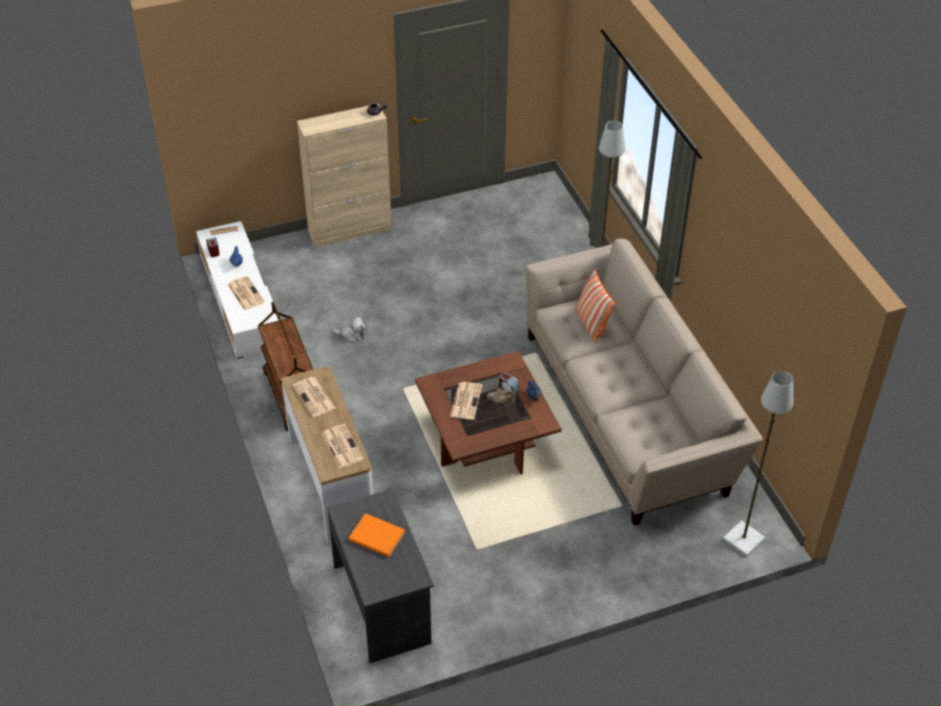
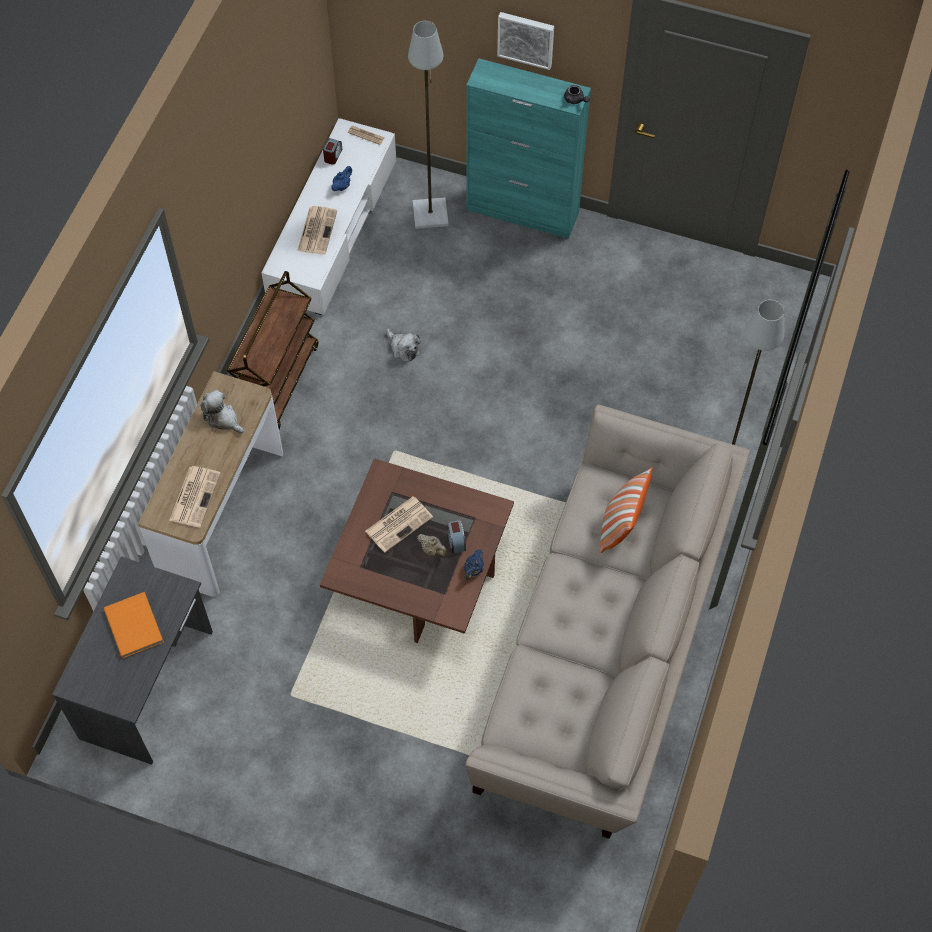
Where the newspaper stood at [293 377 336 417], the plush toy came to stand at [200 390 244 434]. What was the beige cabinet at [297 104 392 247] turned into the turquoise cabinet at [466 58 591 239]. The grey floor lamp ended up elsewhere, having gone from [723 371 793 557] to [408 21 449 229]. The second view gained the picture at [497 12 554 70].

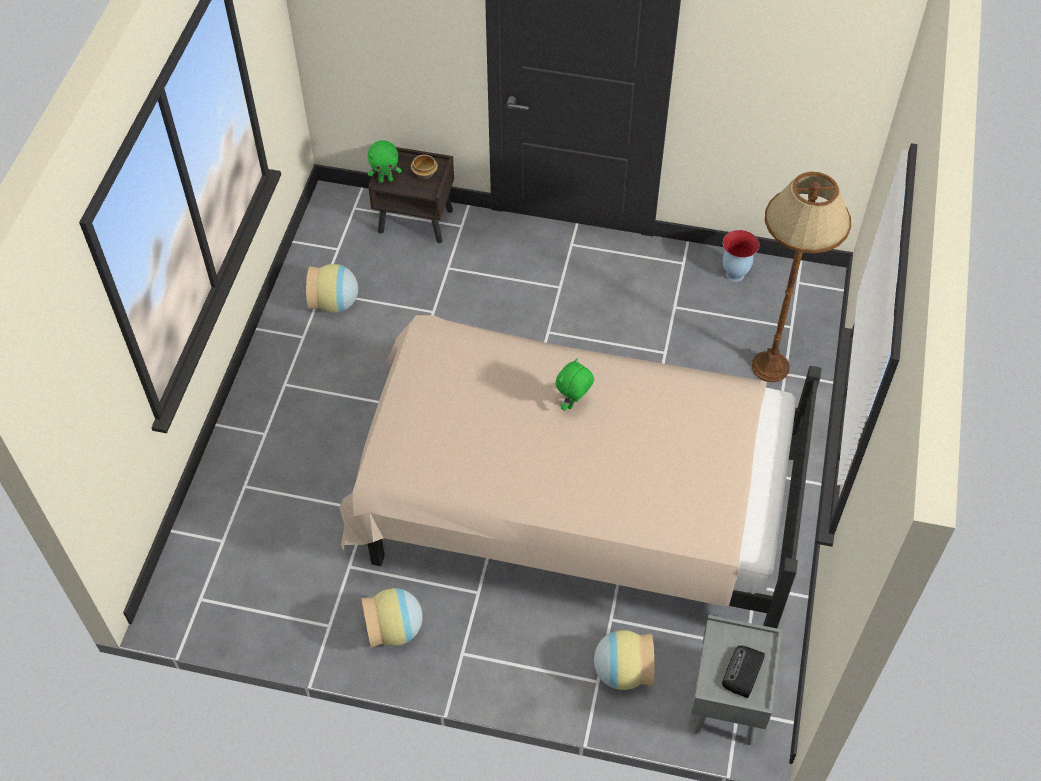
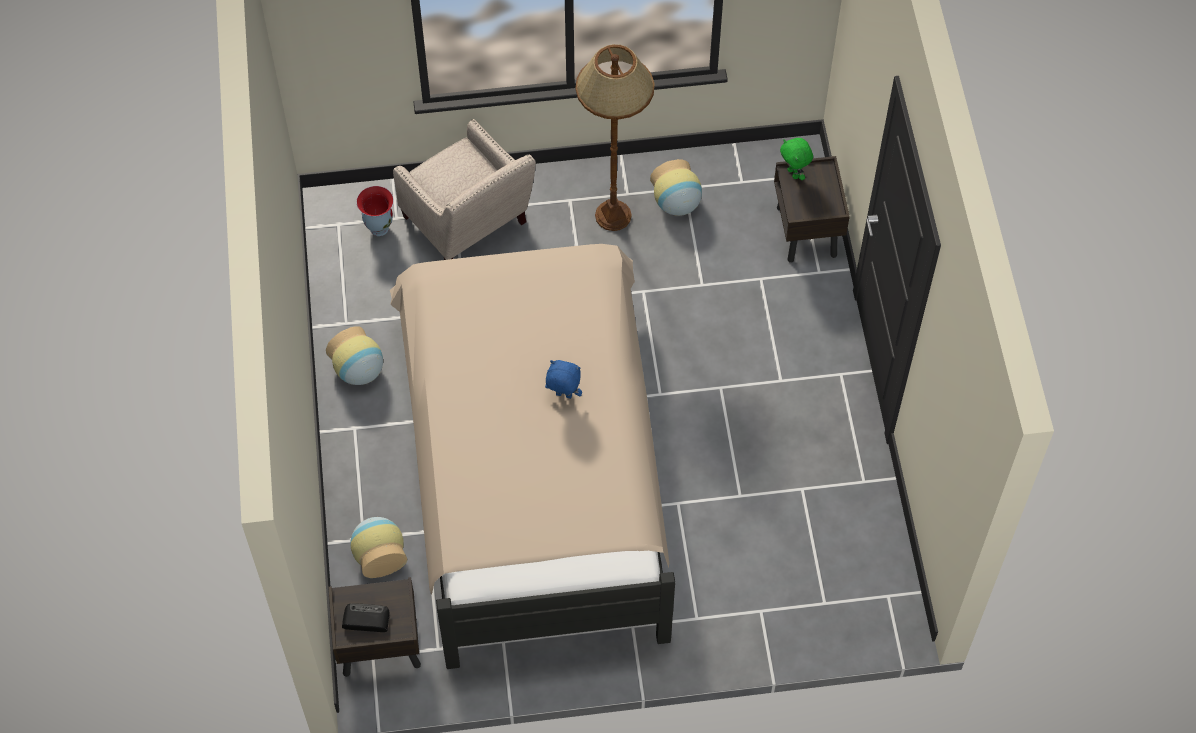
The second view lost the bowl at [411 155 438 179]. What was the green plush toy at [555 358 594 411] turned into the blue plush toy at [545 360 582 399]. What was the grey nightstand at [691 615 782 745] turned into the brown nightstand at [329 577 421 677]. The vase ended up elsewhere, having gone from [722 230 759 282] to [357 186 394 236]. The brown floor lamp ended up elsewhere, having gone from [752 172 851 382] to [576 44 655 231]. The second view gained the beige armchair at [393 119 536 260].

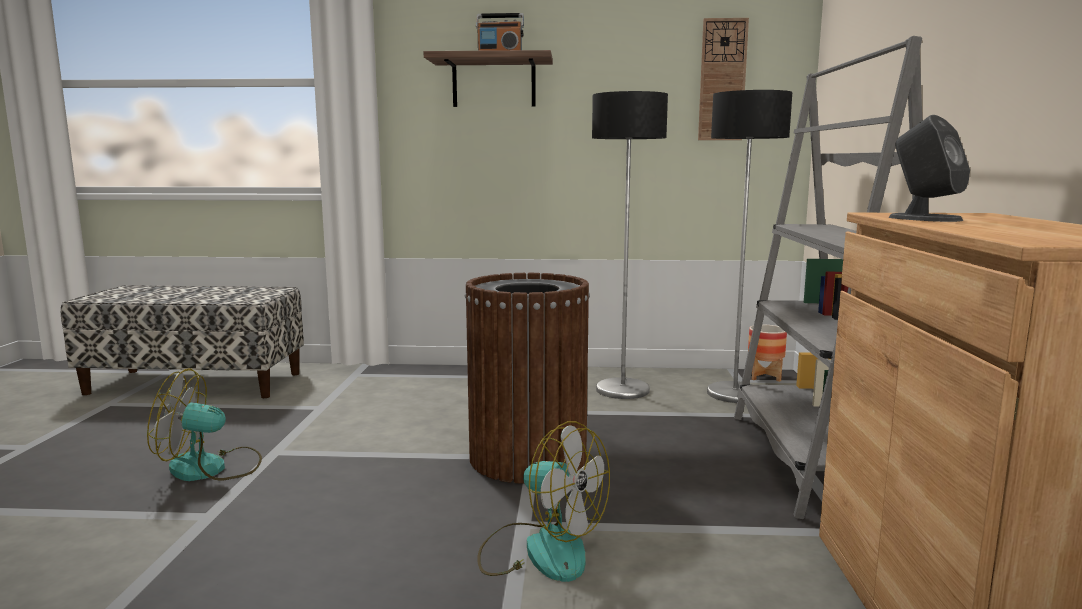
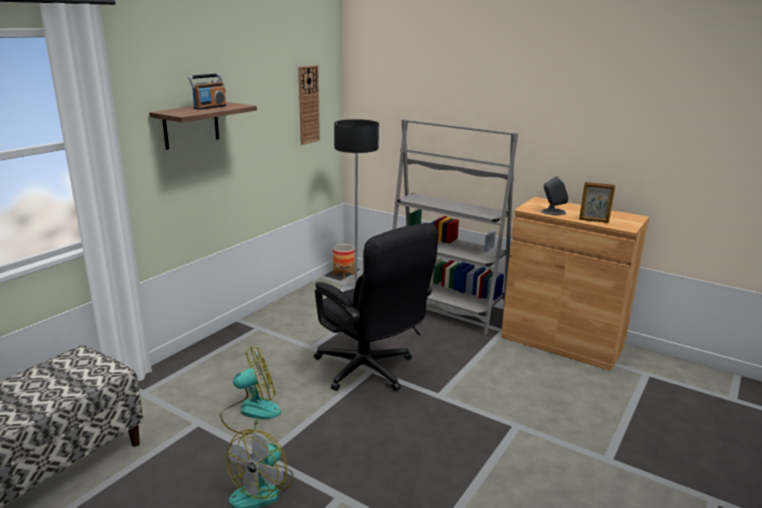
Where the brown trash can stood at [465 273 590 484], the black office chair came to stand at [314 223 438 391]. The fan ended up elsewhere, having gone from [477 421 610 582] to [220 346 281 435]. The second view lost the floor lamp at [592 91 668 399]. The second view gained the picture frame at [579 182 615 223].

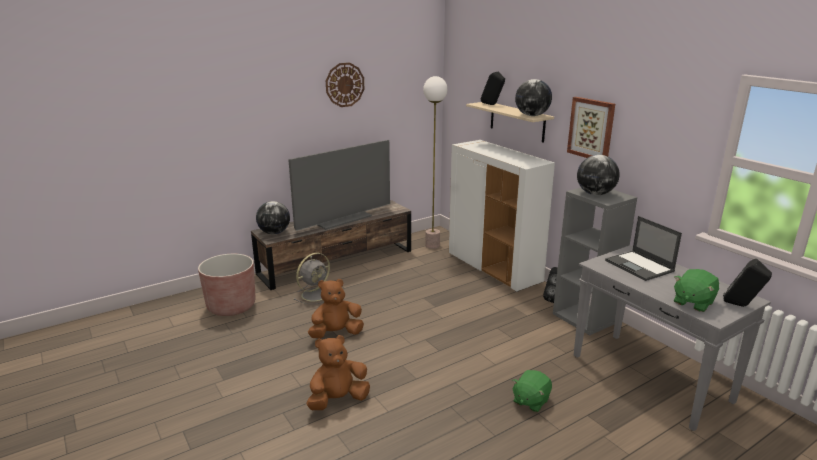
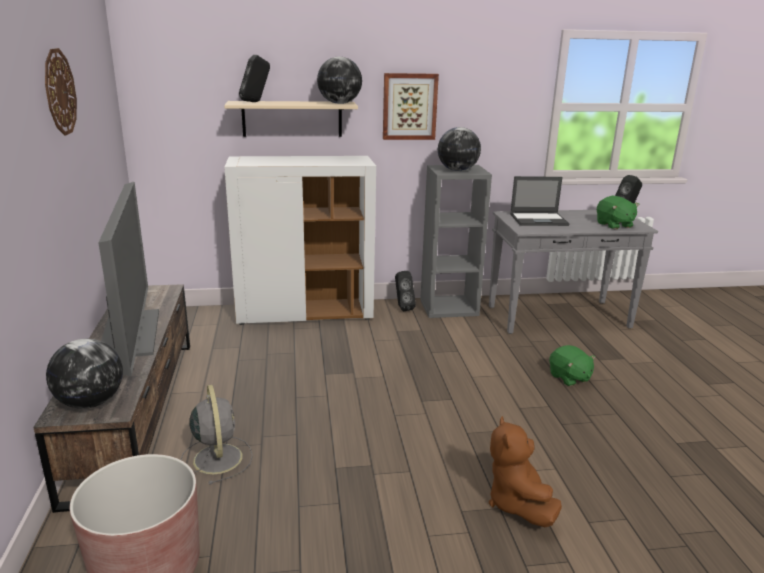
The second view lost the brown plush toy at [308 279 364 338]. The second view lost the floor lamp at [423 76 447 249].

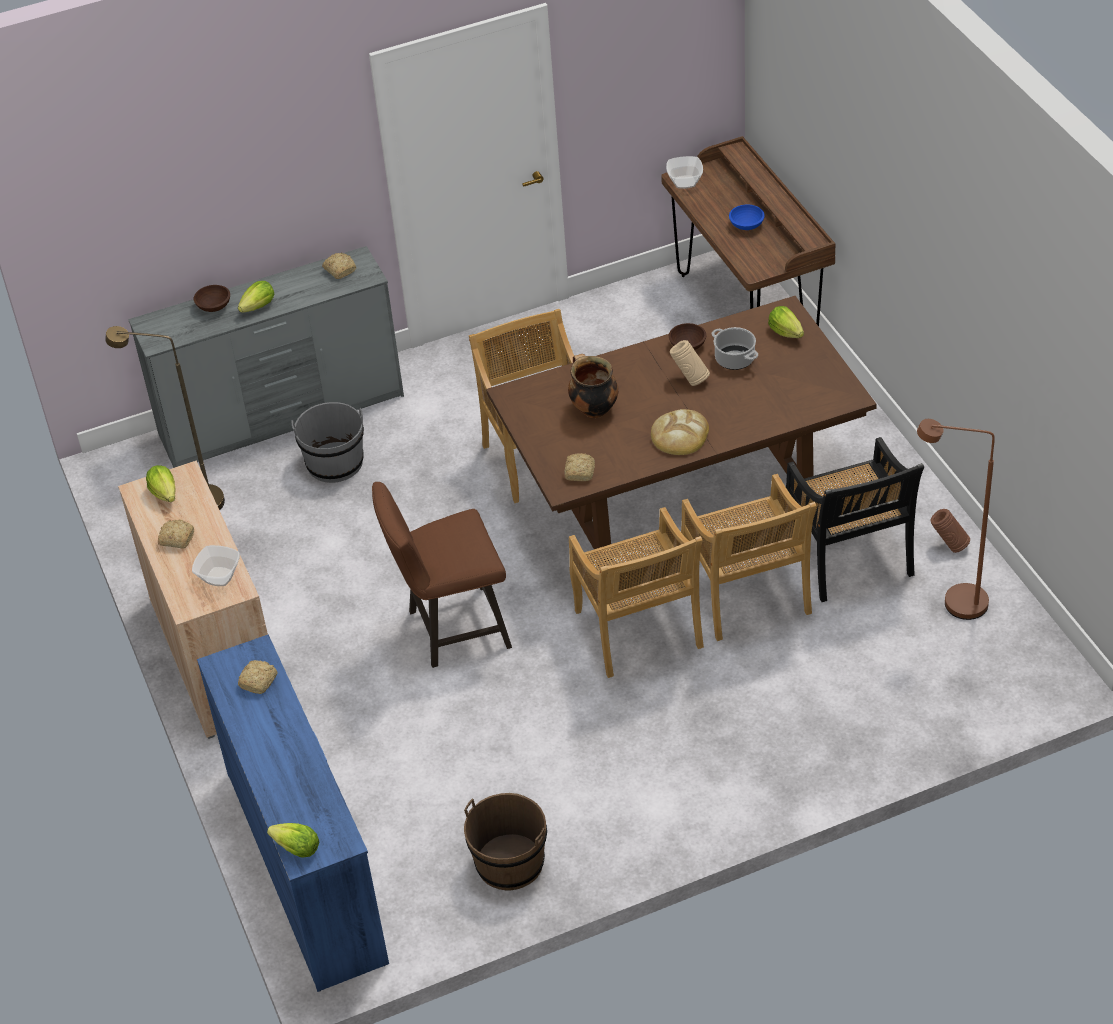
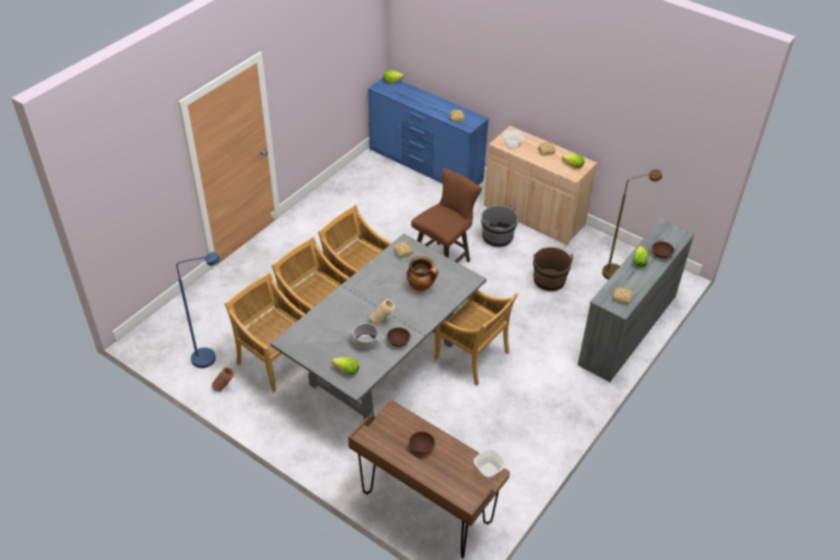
The grey bucket ended up elsewhere, having gone from [292 402 364 483] to [481 204 518 247]. The brown bucket ended up elsewhere, having gone from [464 793 547 890] to [533 247 573 292]. What was the brown dining table at [486 296 877 566] turned into the grey dining table at [270 234 487 420]. The second view lost the bread at [651 409 709 455]. What was the blue bowl at [729 205 765 230] turned into the brown bowl at [409 431 435 454]. What was the black chair at [786 437 924 602] turned into the beige chair at [224 273 305 392]. What was the brown floor lamp at [917 419 995 620] turned into the blue floor lamp at [176 252 220 368].

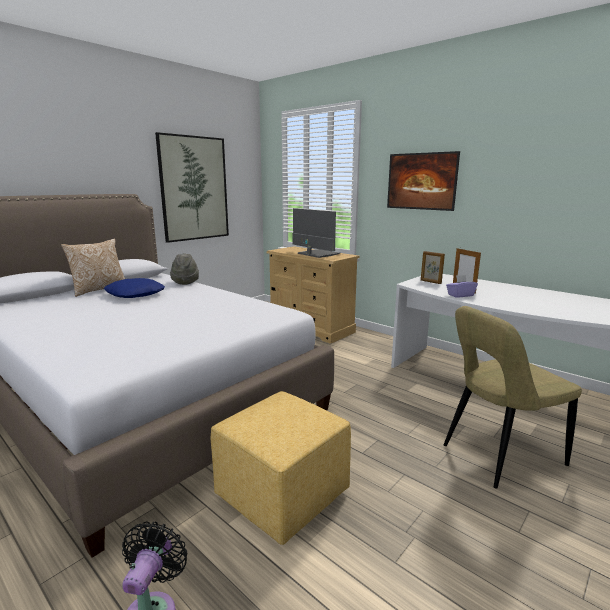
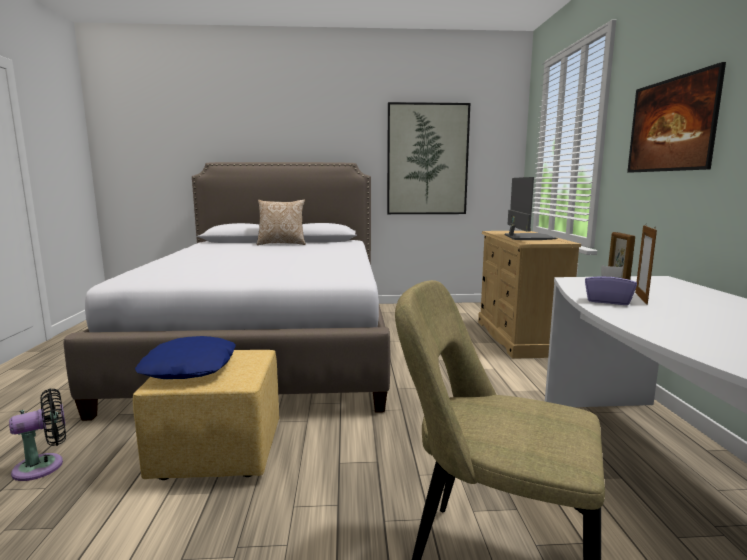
The blue pillow ended up elsewhere, having gone from [104 278 165 298] to [135 336 236 379]. The second view lost the grey hat at [170 253 199 285].

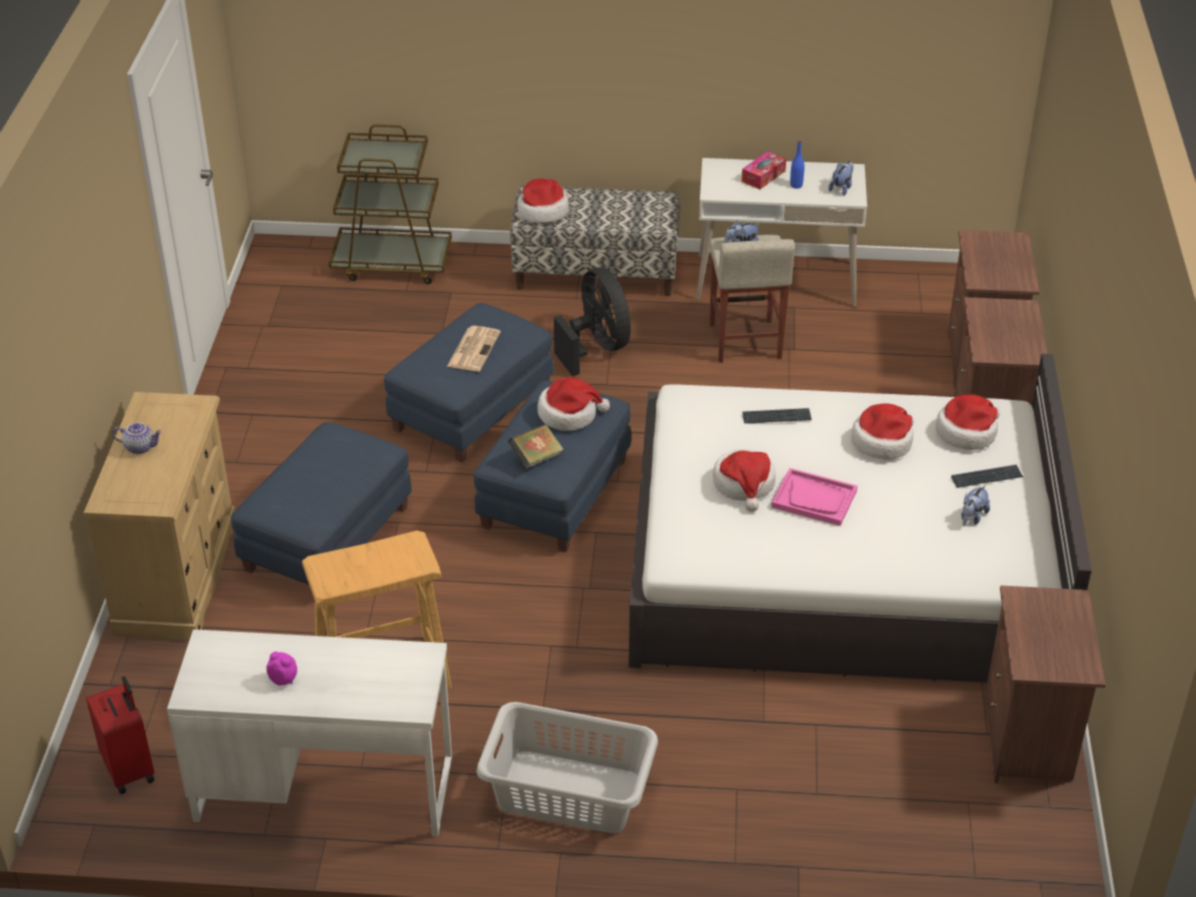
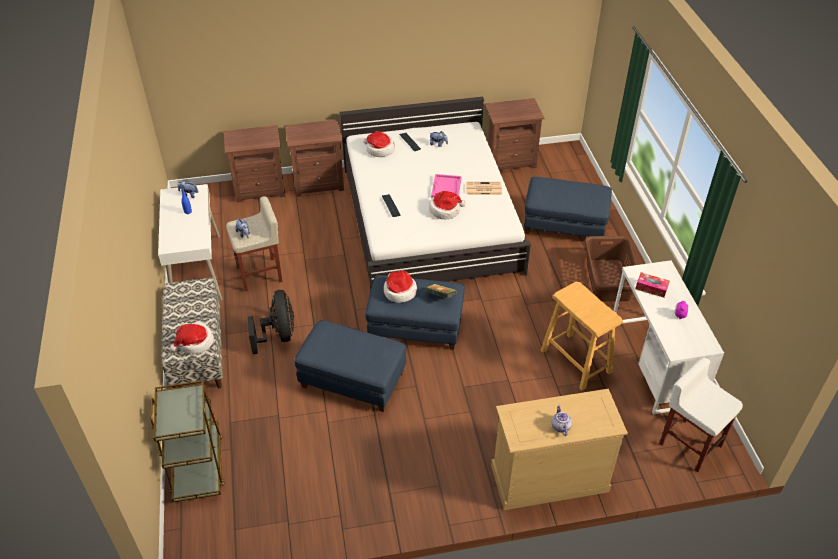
Where the red suitcase stood at [86 676 155 794], the white stool came to stand at [659 357 743 472]. The blue ottoman ended up elsewhere, having gone from [231 422 412 585] to [524 177 612 244]. The newspaper ended up elsewhere, having gone from [447 326 501 371] to [466 182 502 195]. What was the grey laundry basket at [477 702 658 833] turned into the brown laundry basket at [584 236 637 301]. The black fan at [554 267 631 376] ended up facing another way, 120 degrees clockwise from before. The tissue box ended up elsewhere, having gone from [742 151 786 189] to [635 272 670 298]. The second view lost the hat at [851 403 914 459].

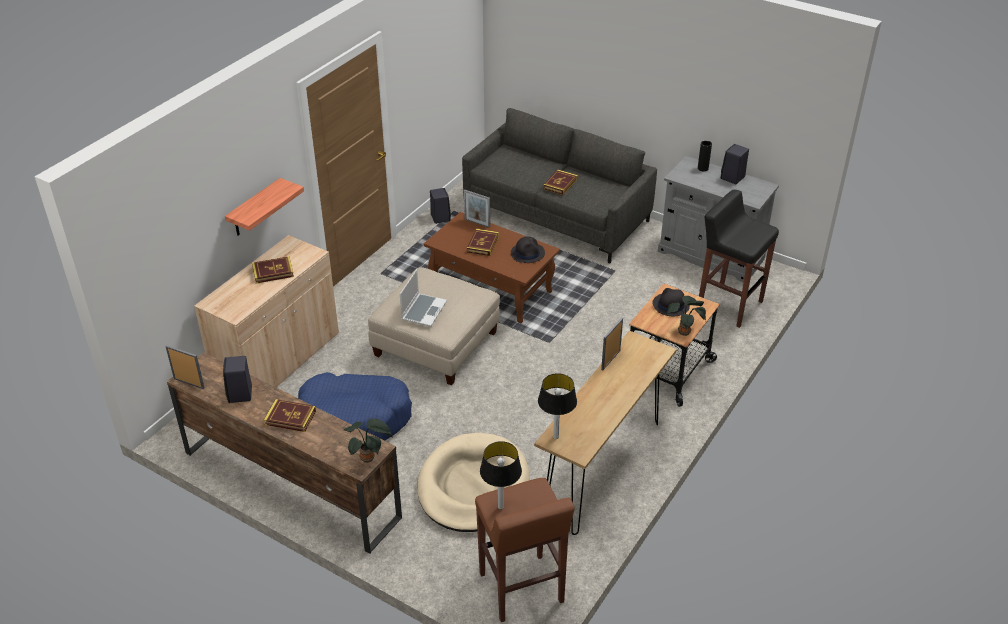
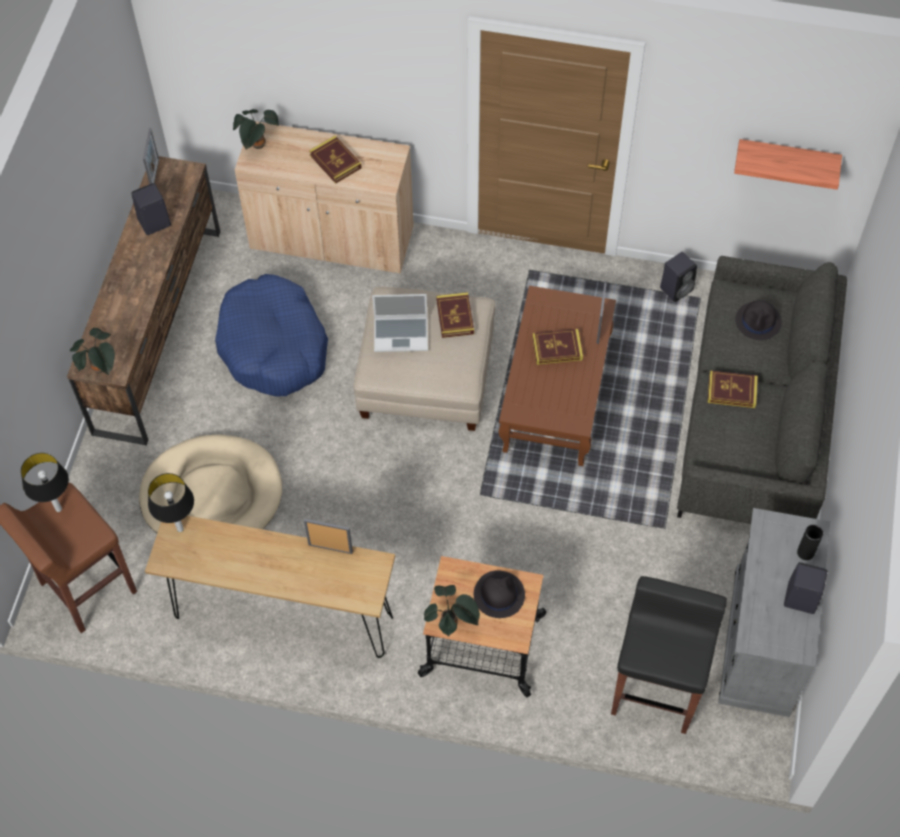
The shelf ended up elsewhere, having gone from [225 178 304 236] to [734 139 842 190]. The book ended up elsewhere, having gone from [264 399 316 432] to [436 292 474 338]. The black hat ended up elsewhere, having gone from [511 236 545 263] to [735 300 782 340]. The second view gained the potted plant at [233 109 279 150].

